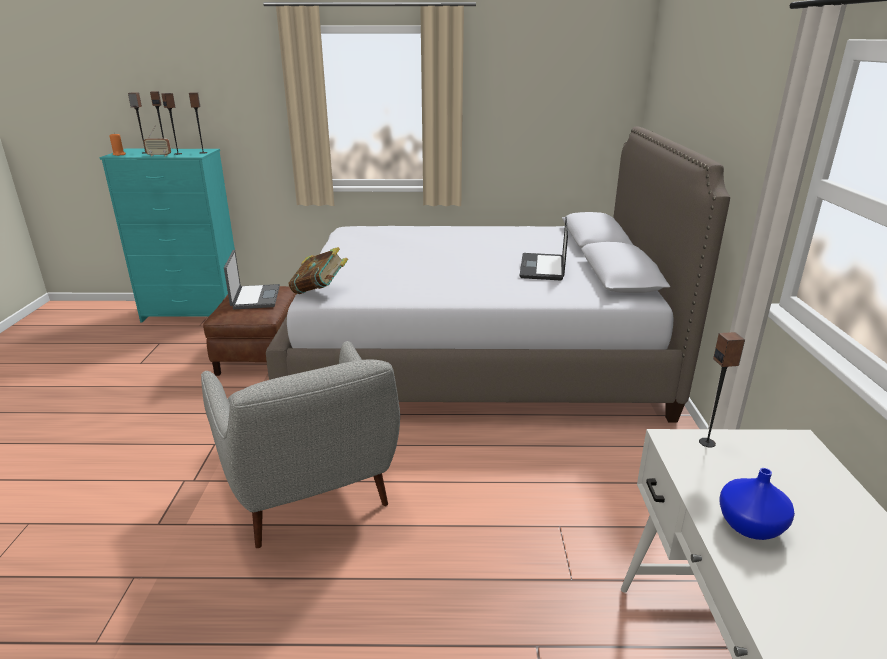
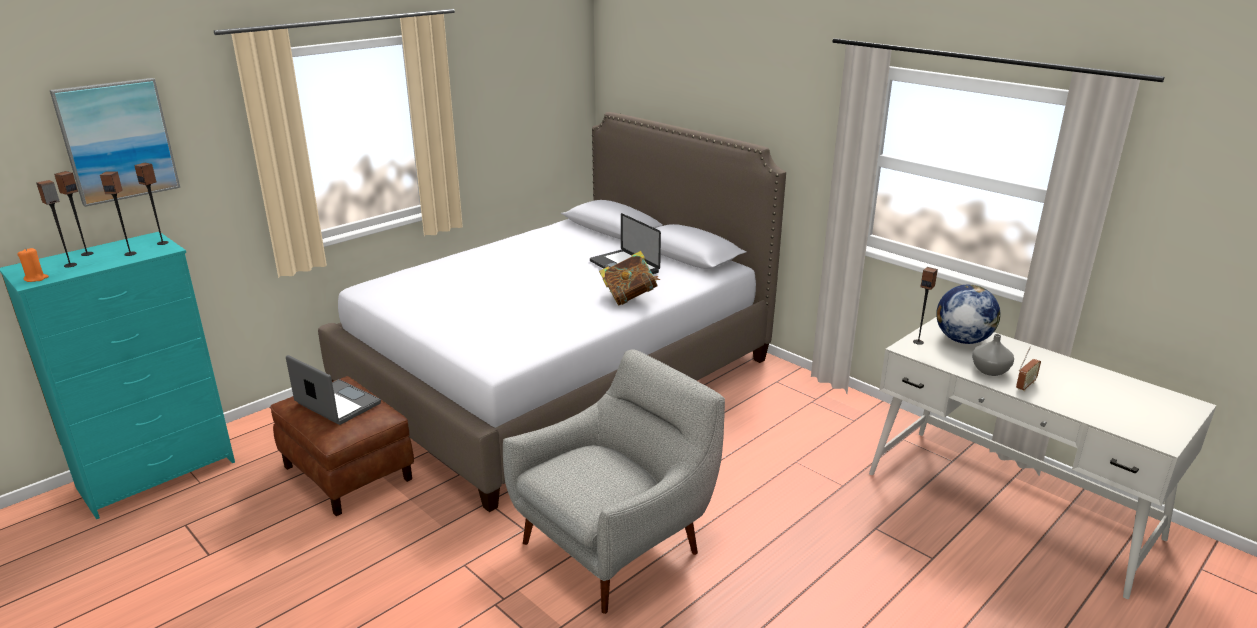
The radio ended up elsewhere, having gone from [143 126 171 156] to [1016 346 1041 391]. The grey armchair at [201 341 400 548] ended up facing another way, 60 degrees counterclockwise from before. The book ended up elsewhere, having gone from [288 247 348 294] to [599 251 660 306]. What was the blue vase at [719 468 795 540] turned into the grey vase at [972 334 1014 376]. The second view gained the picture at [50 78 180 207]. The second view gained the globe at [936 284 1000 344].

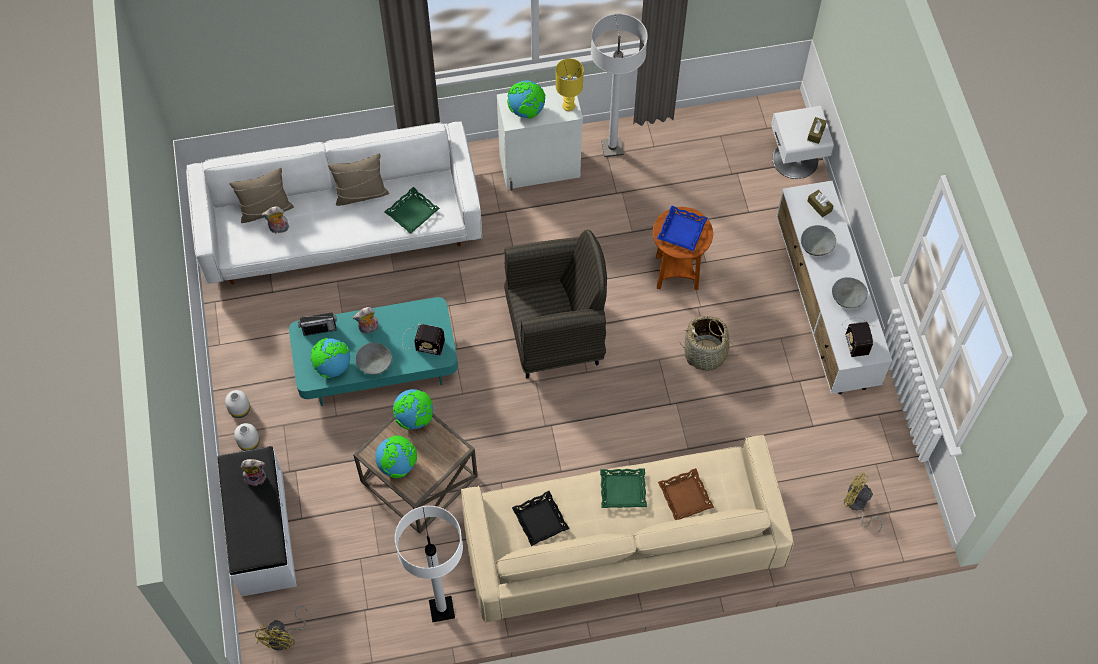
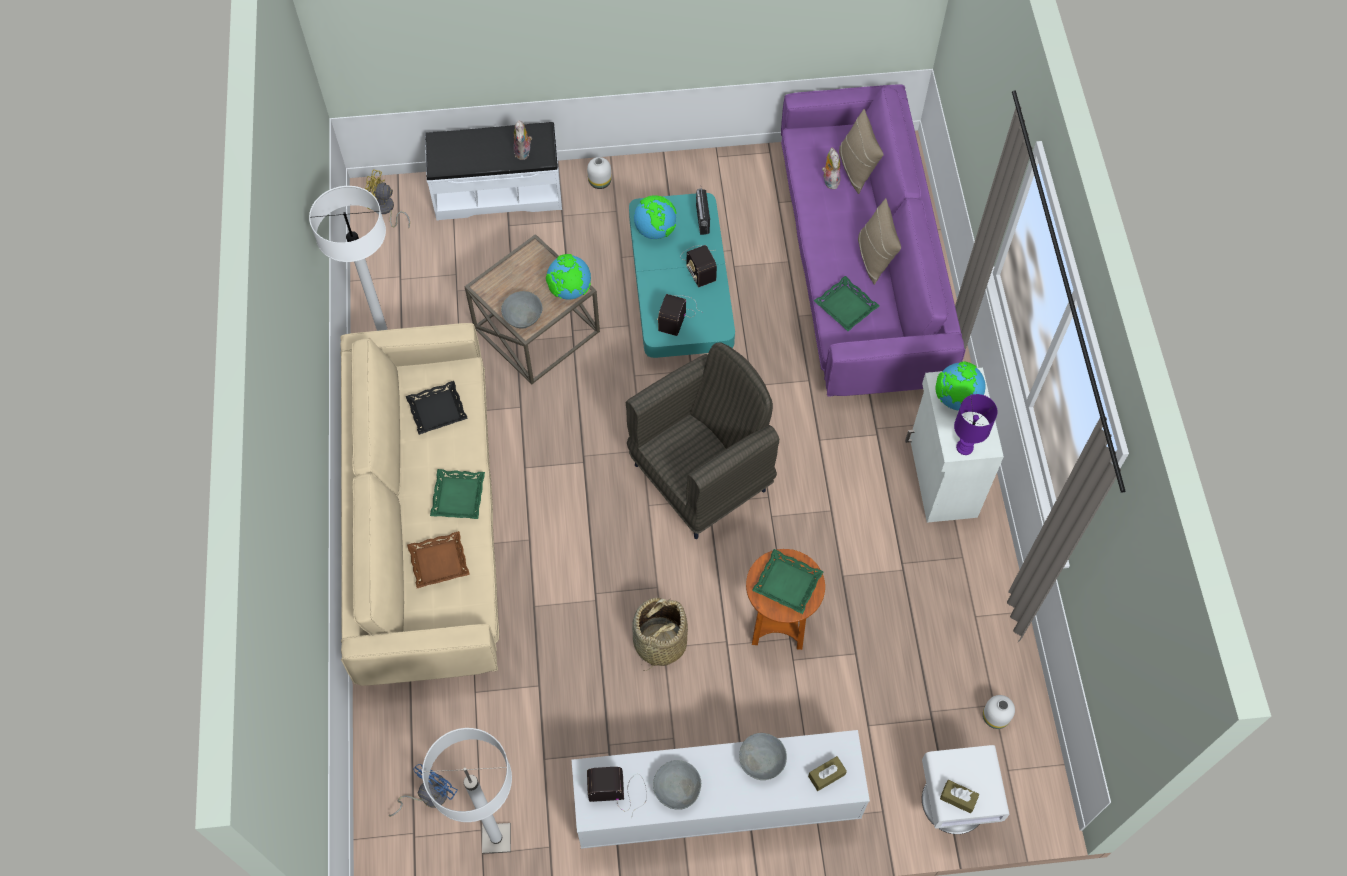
What was the white sofa at [186 121 482 285] turned into the purple sofa at [781 85 965 397]. The white vase ended up elsewhere, having gone from [225 390 250 418] to [983 695 1015 729]. Where the plush toy stood at [353 307 379 334], the radio came to stand at [680 245 717 287]. The grey bowl ended up elsewhere, having gone from [356 343 392 375] to [501 291 542 329]. The second view lost the globe at [375 435 417 478]. The grey armchair at [504 229 607 379] ended up facing another way, 120 degrees counterclockwise from before. What was the yellow table lamp at [556 58 584 111] turned into the purple table lamp at [954 394 998 455]. The white floor lamp ended up elsewhere, having gone from [591 14 648 157] to [422 728 512 854]. What was the blue tray at [657 205 707 251] turned into the green tray at [752 549 823 614]. What was the yellow fan at [844 472 883 532] turned into the blue fan at [389 764 458 817].

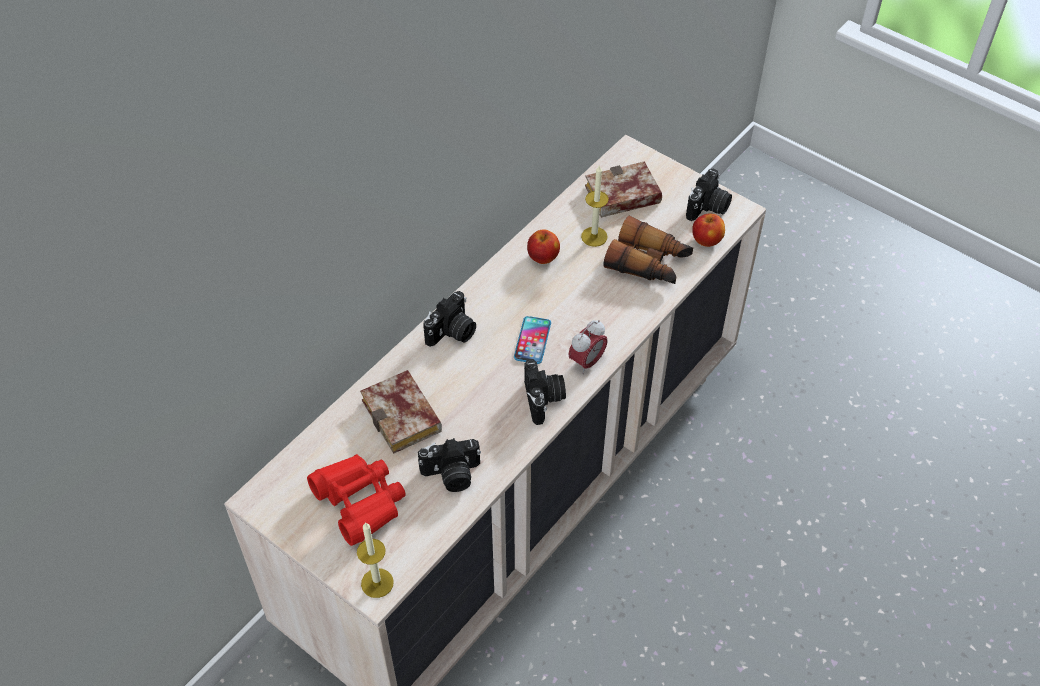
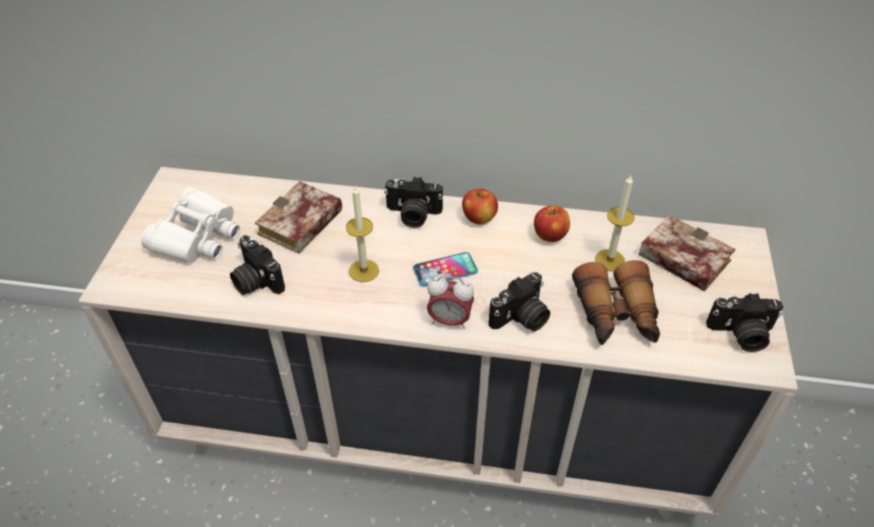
What was the red binoculars at [307 454 406 546] turned into the white binoculars at [141 187 240 263]. The candle ended up elsewhere, having gone from [357 522 394 598] to [346 186 379 282]. The photo camera ended up elsewhere, having gone from [524 359 566 425] to [488 272 550 332]. The apple ended up elsewhere, having gone from [692 214 725 247] to [462 189 498 225].

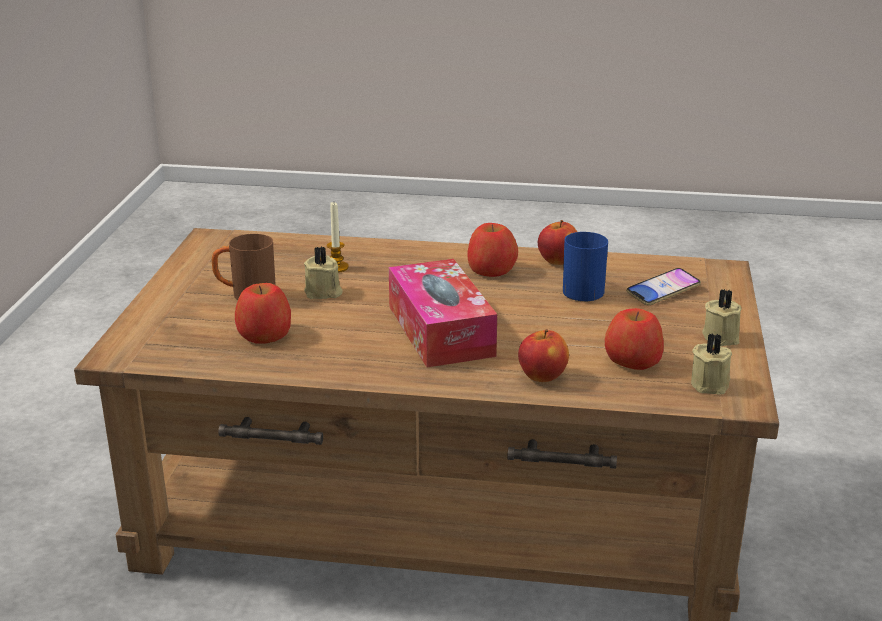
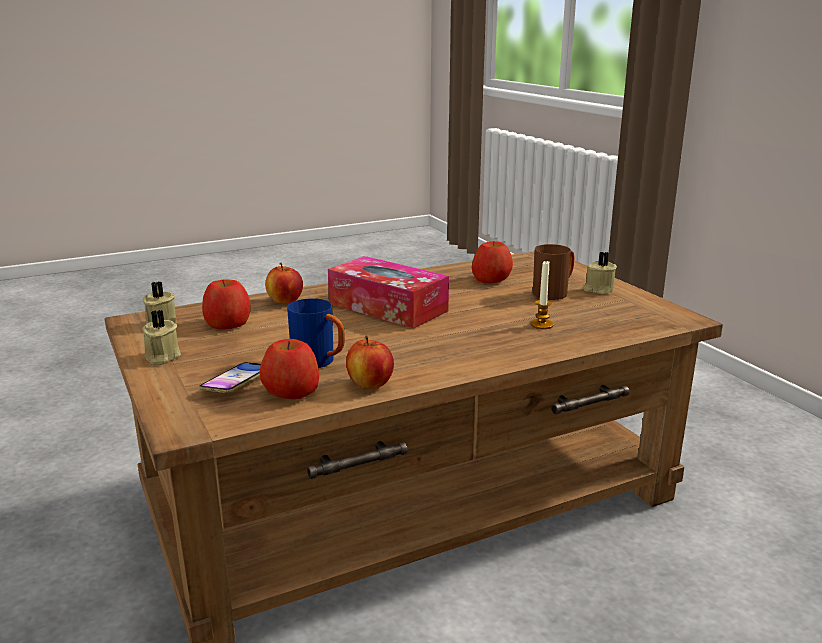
The beige candle ended up elsewhere, having gone from [304 247 343 299] to [583 252 617 294]. The apple ended up elsewhere, having gone from [467 223 518 277] to [260 339 319 399].

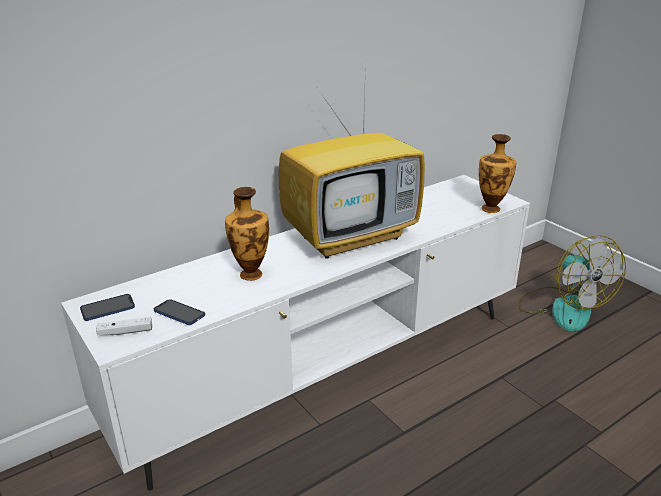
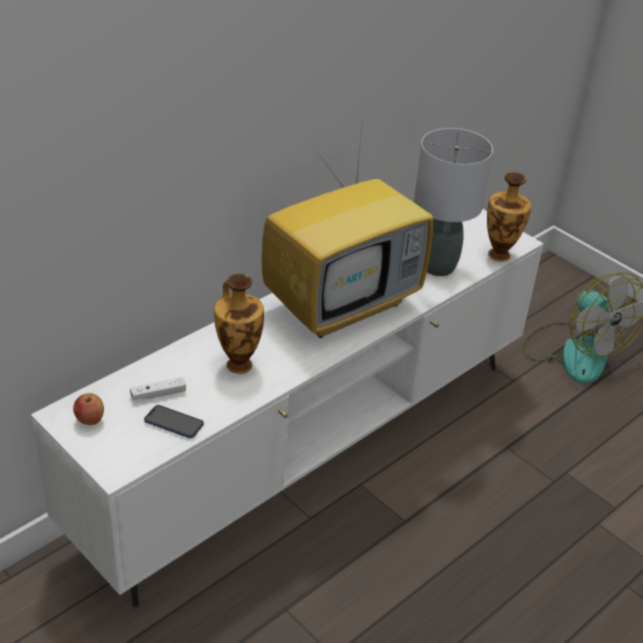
Where the phone stood at [80 294 135 321], the apple came to stand at [73 393 104 425]. The white game controller ended up elsewhere, having gone from [96 317 152 335] to [130 377 186 400]. The second view gained the grey table lamp at [414 128 493 276].

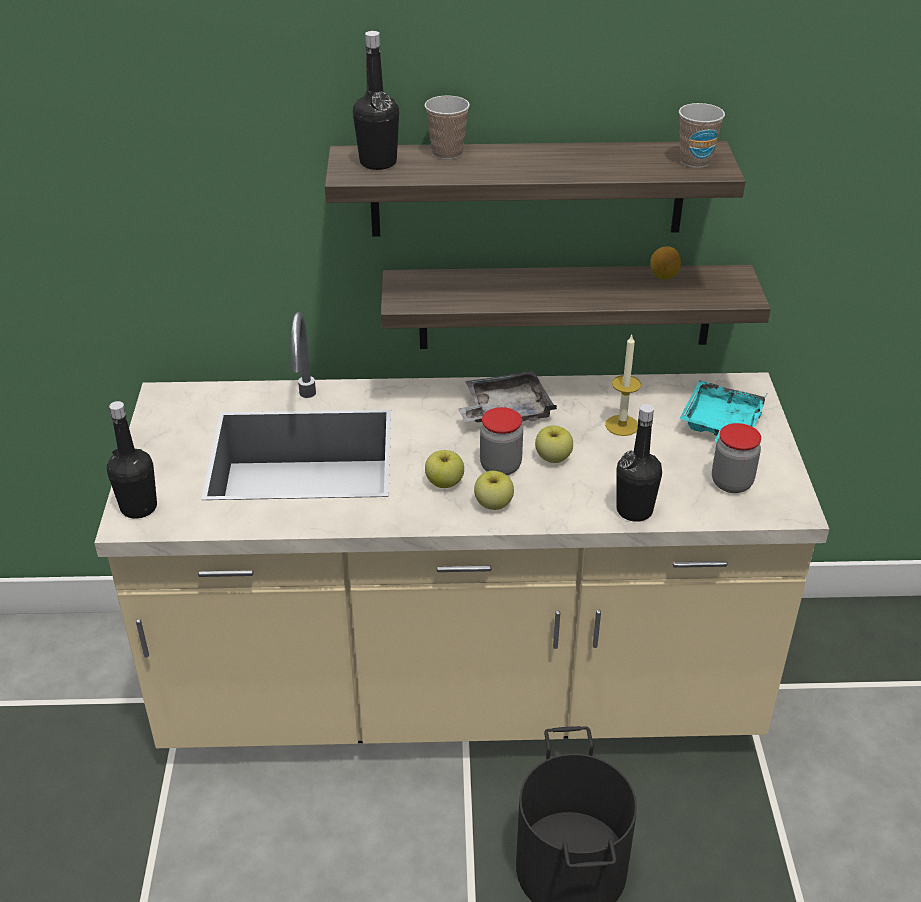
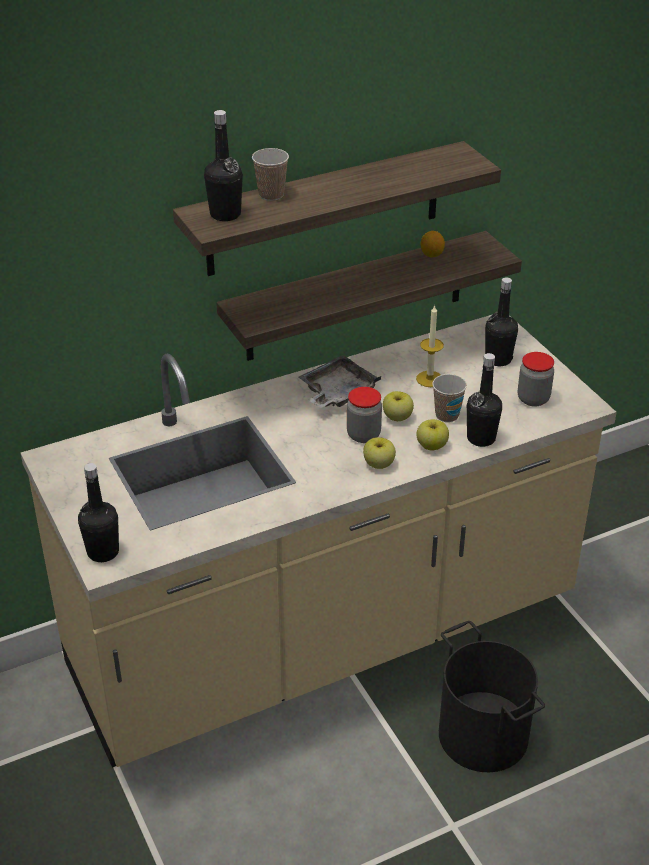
The apple ended up elsewhere, having gone from [425 450 464 488] to [417 419 449 451]. The cup ended up elsewhere, having gone from [679 103 725 168] to [432 374 467 422]. Where the turquoise tray stood at [679 380 768 443], the black bottle came to stand at [485 277 518 366].

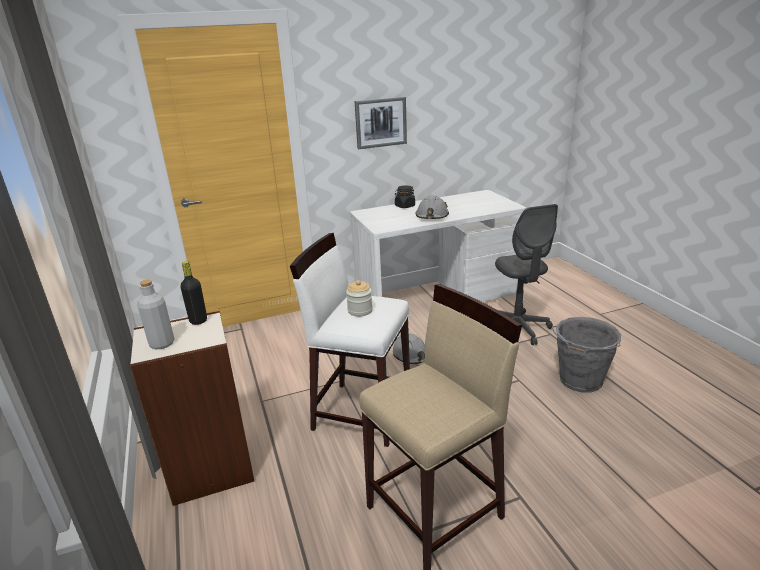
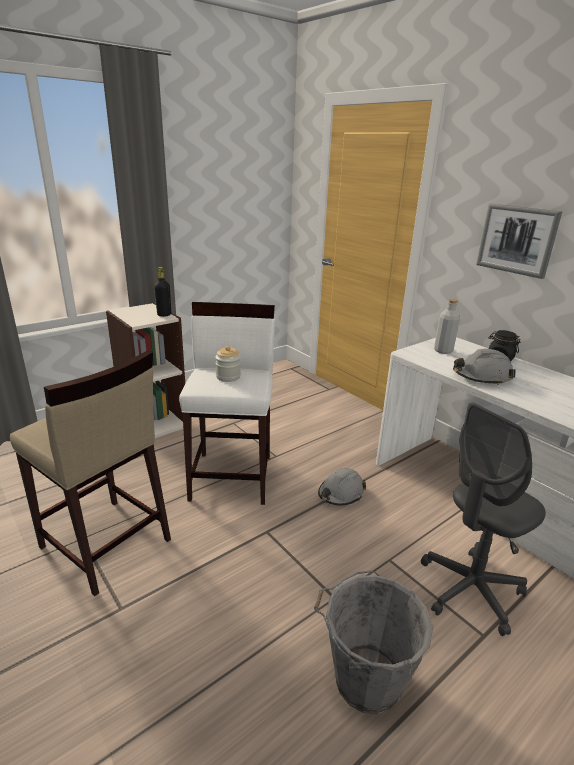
The grey bottle ended up elsewhere, having gone from [137 280 174 349] to [434 299 460 354].

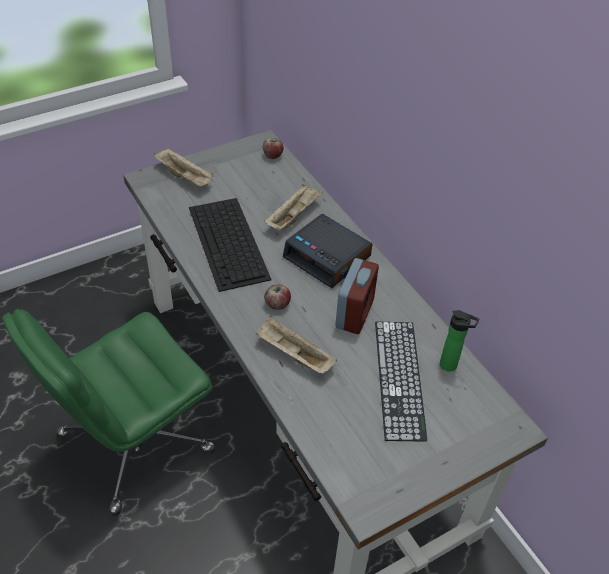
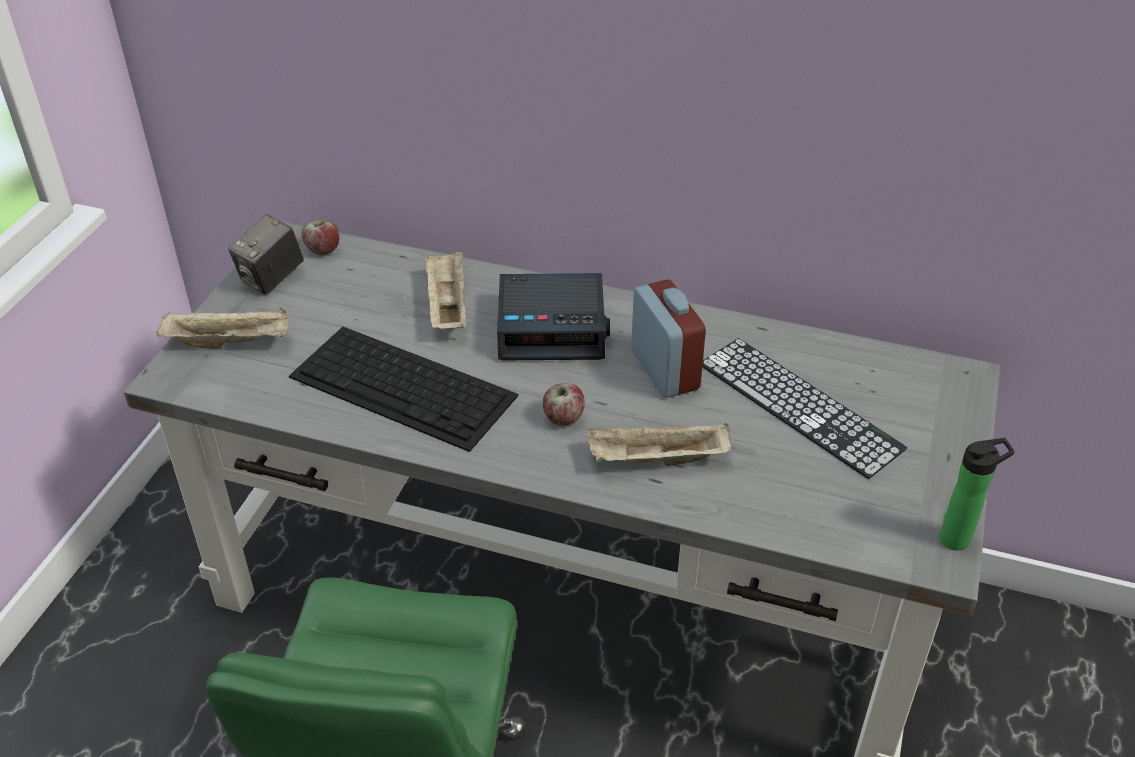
The bottle ended up elsewhere, having gone from [440 310 479 372] to [940 438 1014 550]. The second view gained the photo camera at [228 214 304 295].

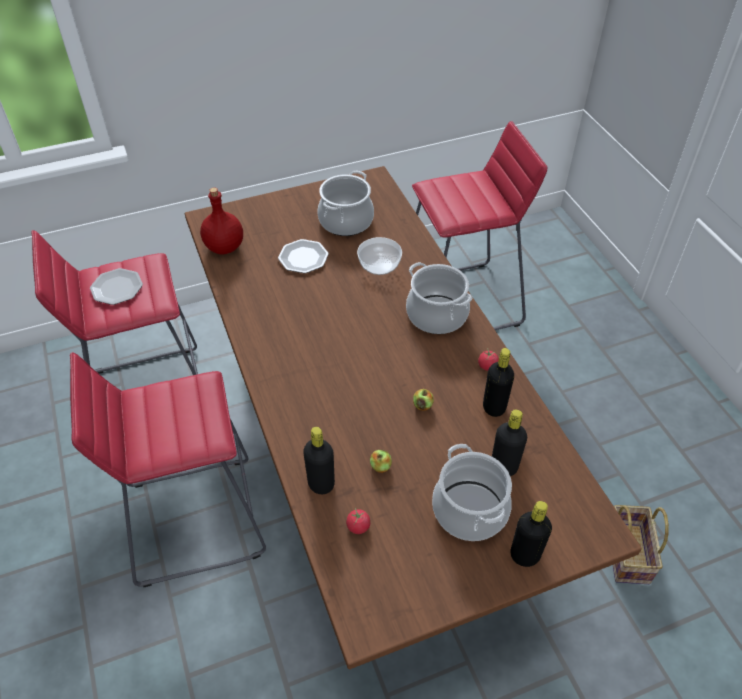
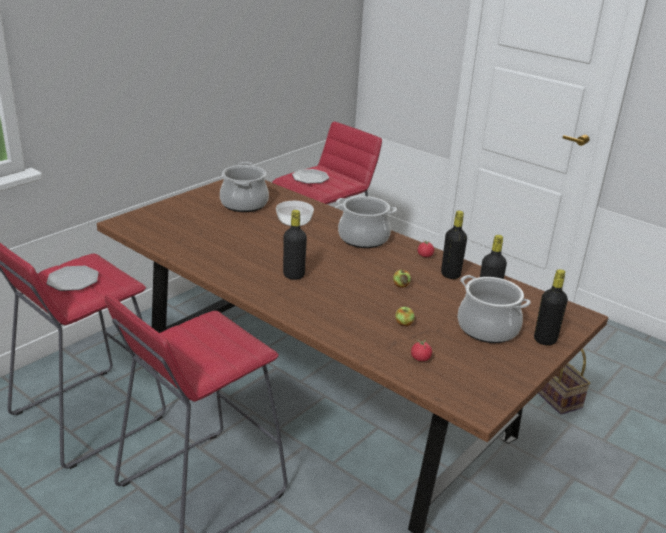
The second view lost the red bottle at [200 188 243 254]. The plate ended up elsewhere, having gone from [278 239 329 273] to [292 169 329 184]. The black bottle ended up elsewhere, having gone from [303 427 335 494] to [283 210 307 280].

